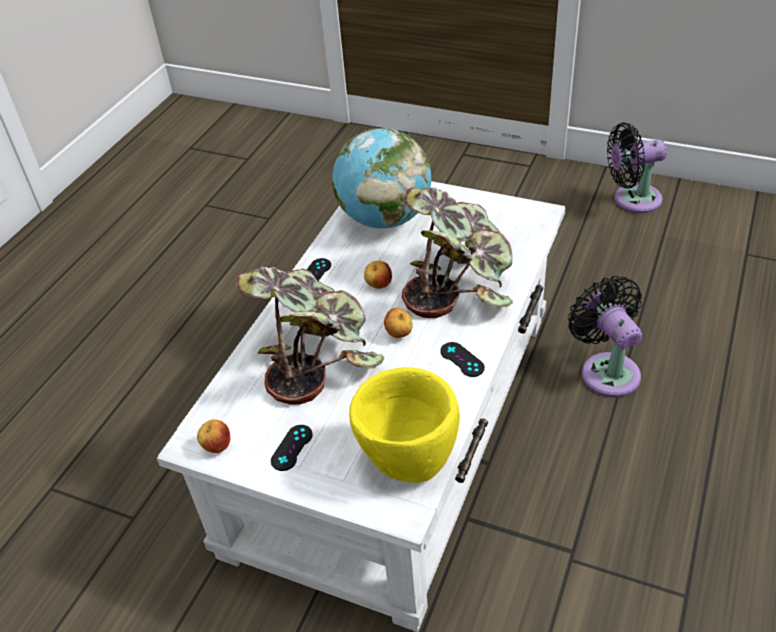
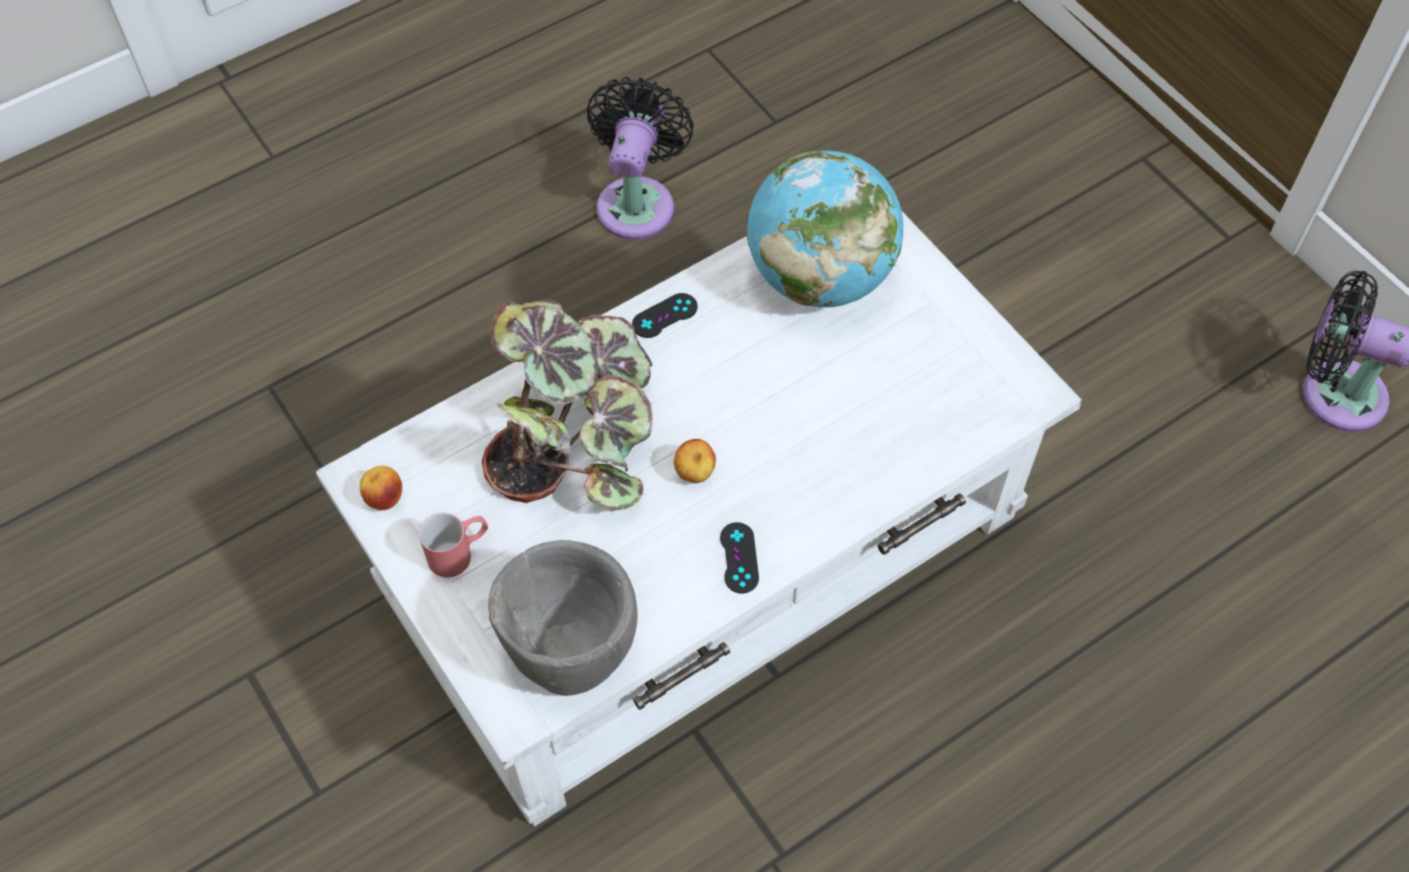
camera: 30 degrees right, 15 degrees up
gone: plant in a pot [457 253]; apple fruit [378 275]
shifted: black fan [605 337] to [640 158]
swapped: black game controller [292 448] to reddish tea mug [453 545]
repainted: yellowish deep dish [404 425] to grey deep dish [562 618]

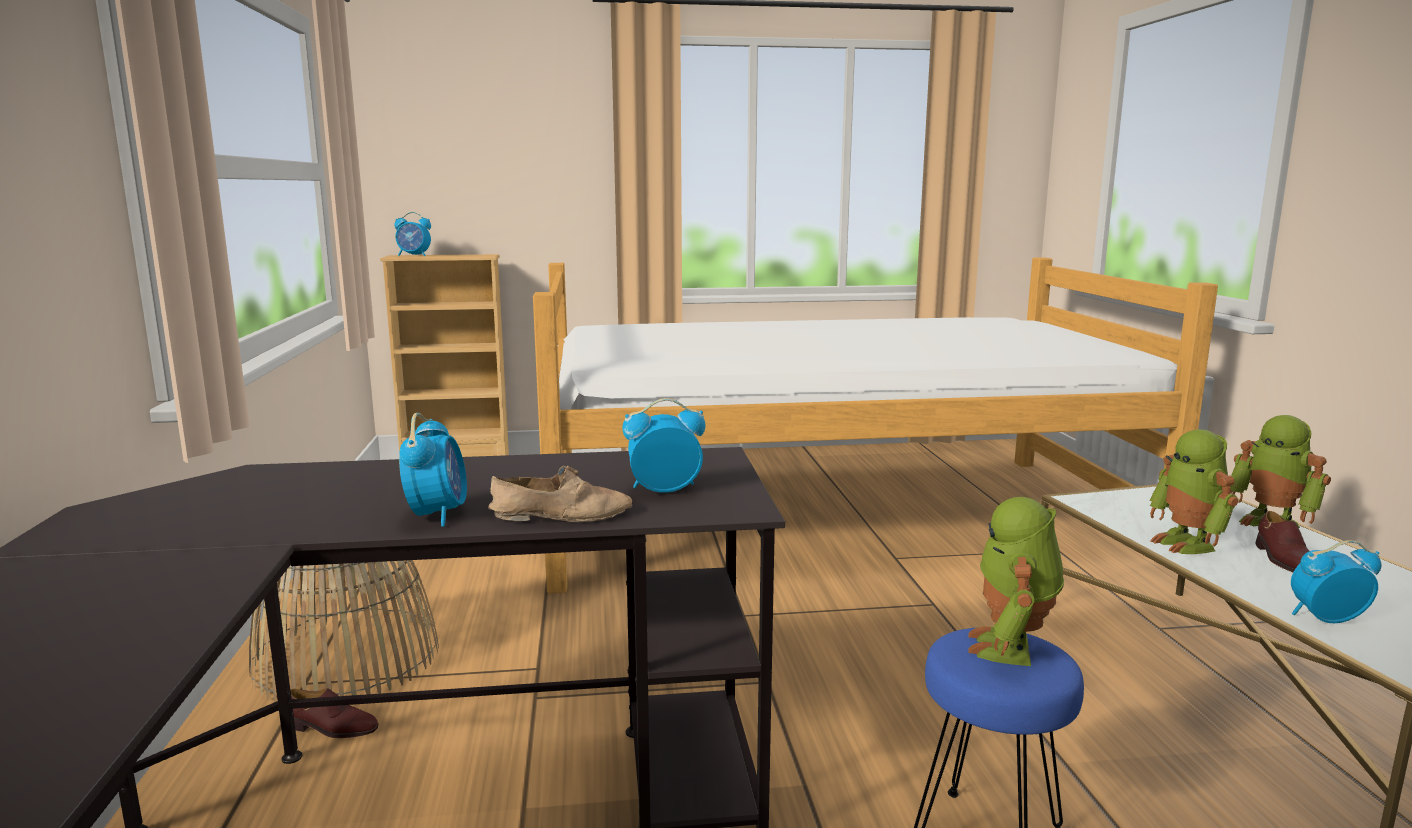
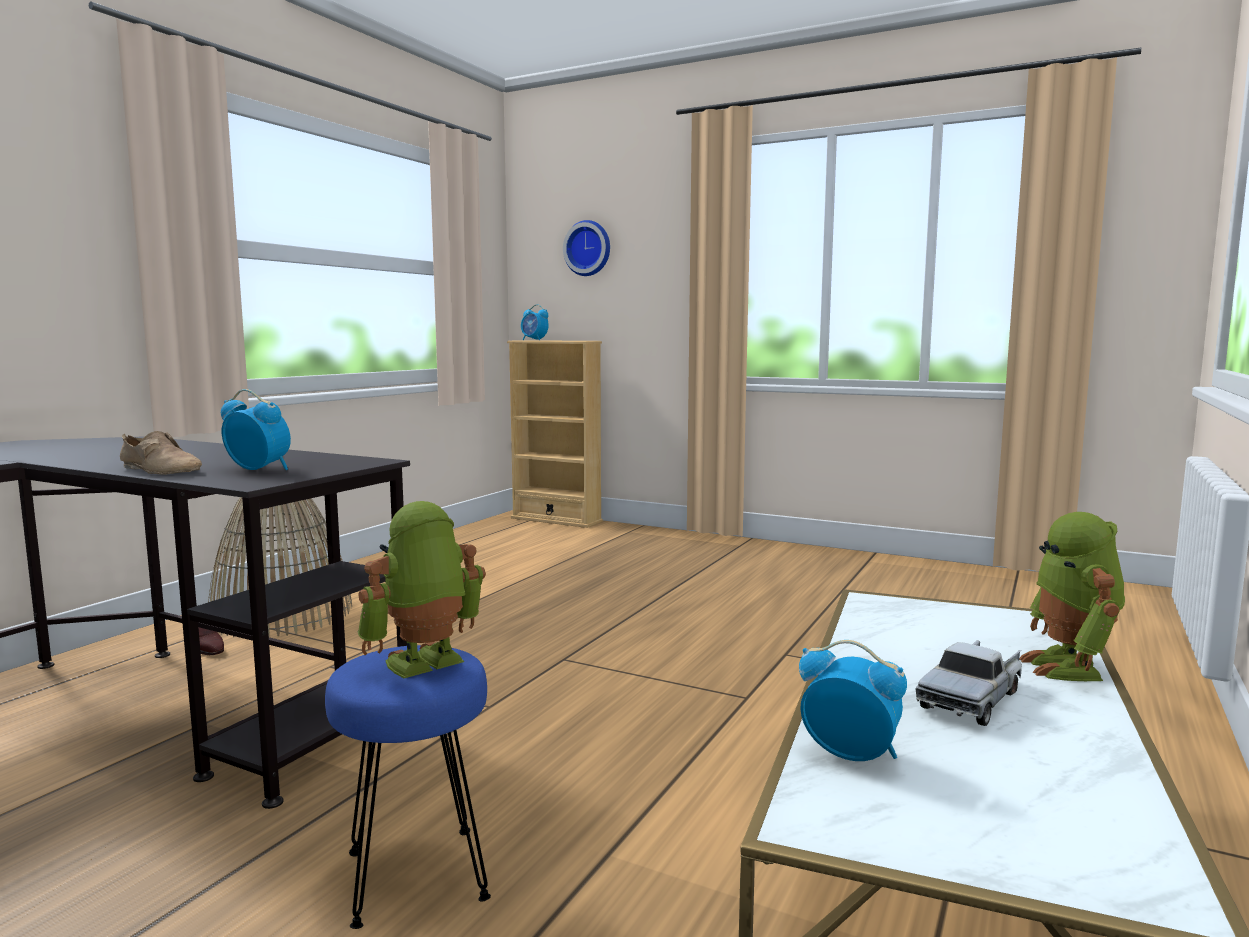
camera: 35 degrees right, 5 degrees down
gone: bedroom bed [875 426]; table clock [433 470]; toy robot [1193 491]
new: hanging clock [586 248]
swapped: brownish item of footwear [1282 541] to toy lorry [968 683]

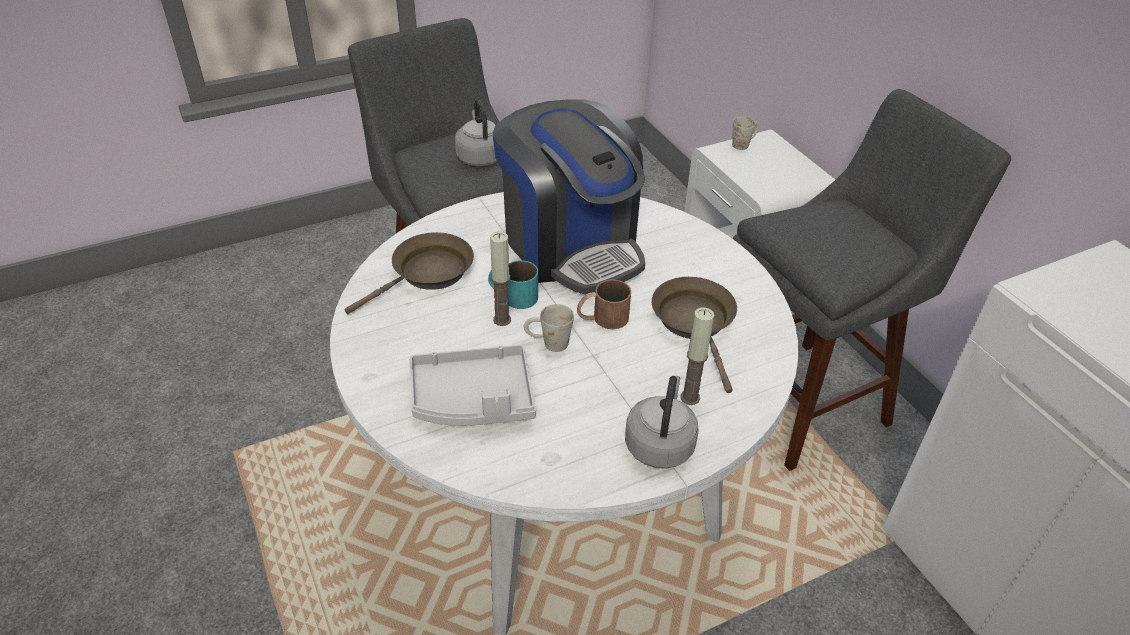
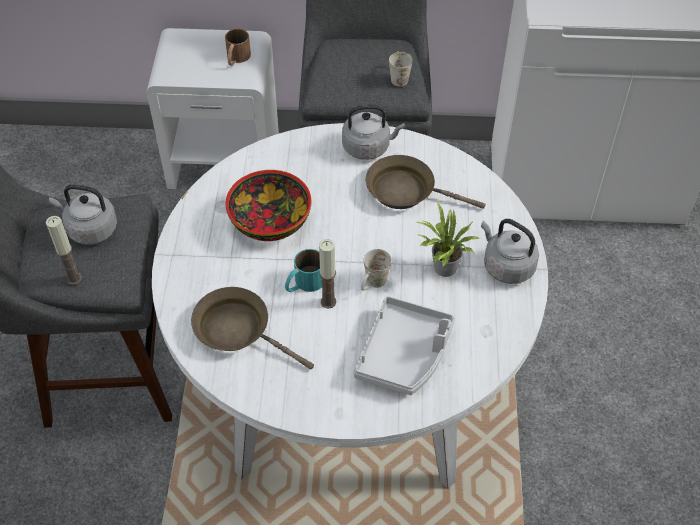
camera: 60 degrees left, 10 degrees up
new: grey kettle [373 132]; plant in a pot [448 238]
shifted: white-coloured tea mug [745 133] to [401 69]; brownish tea mug [604 304] to [238 47]; candle [697 356] to [64 250]
swapped: coffee machine [569 196] to deep dish [268 205]
rotated: brownish skillet [409 273] = [252 328] 45 degrees counterclockwise

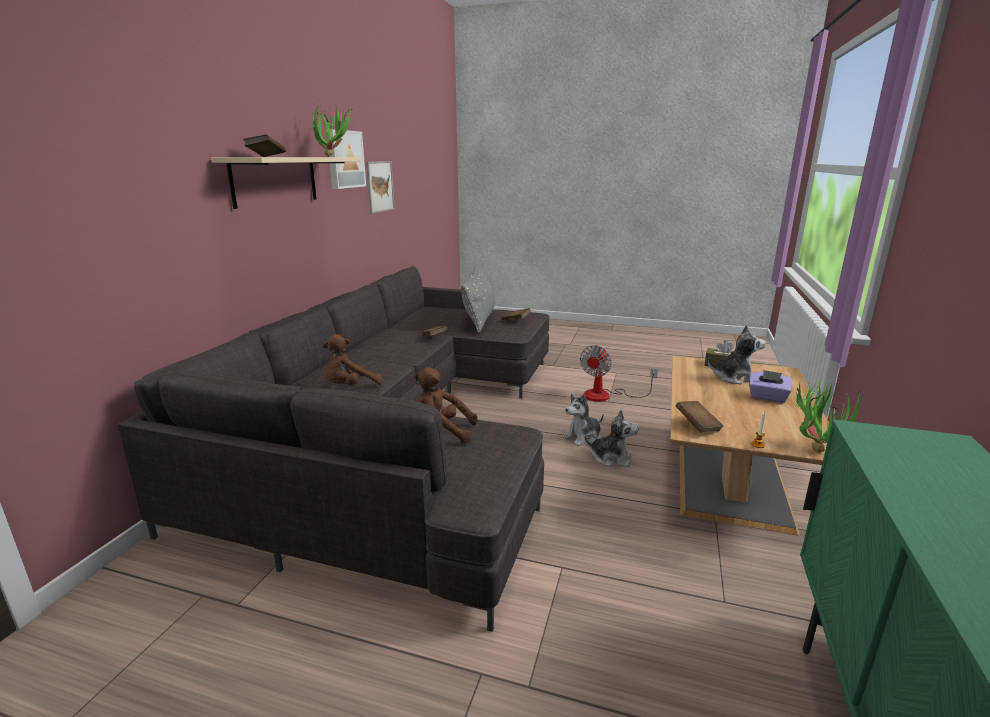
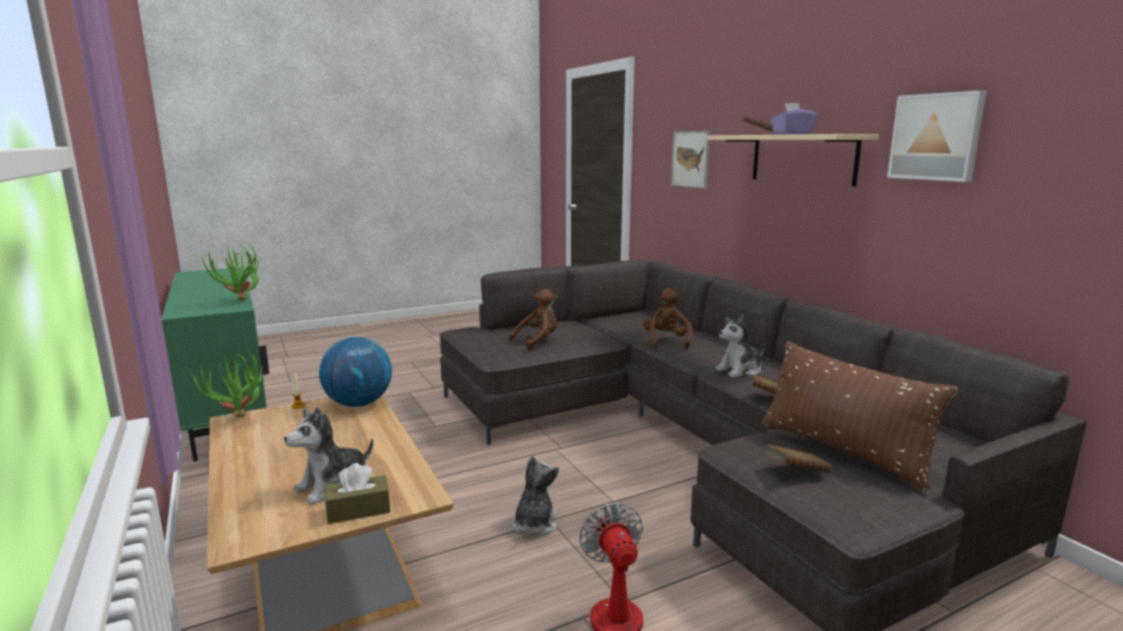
camera: 135 degrees right, 5 degrees down
shifted: plant in a pot [332 131] to [230 271]; wall art [380 187] to [690 160]; purple-coloured box of tissues [770 386] to [793 119]; soft toy [611 438] to [740 346]
swapped: brownish book [699 417] to world globe [355 372]
repainted: grey pillow [477 300] to brownish pillow [860 416]

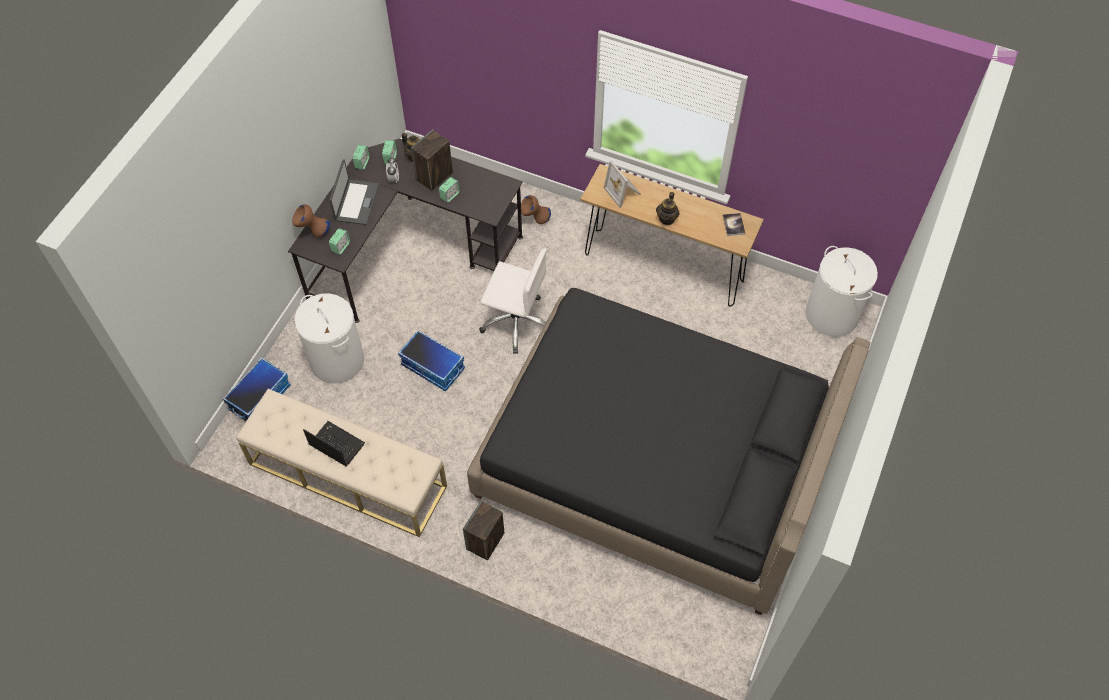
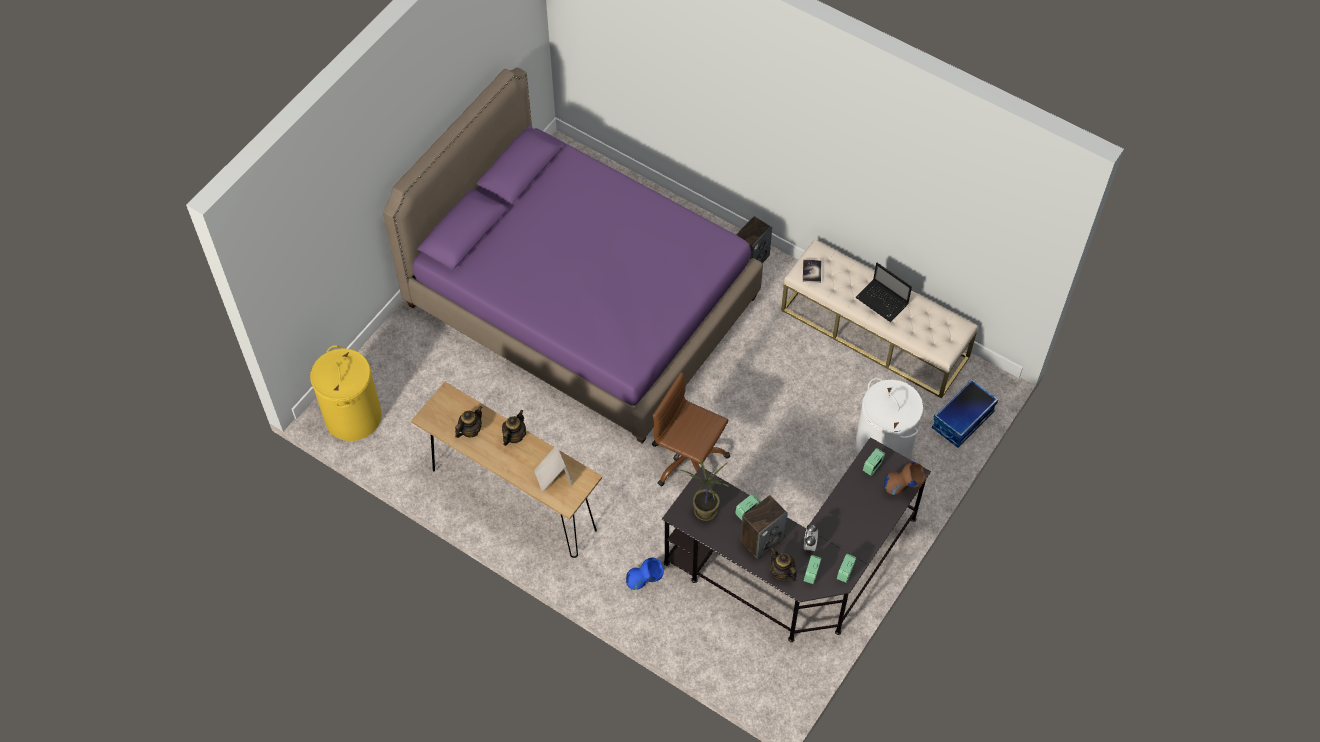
camera: 170 degrees left, 0 degrees up
gone: notebook computer [354 192]; storage bin [431 361]
new: pot for tea [469 422]; plant in a pot [705 490]
shifted: book [734 224] to [812 271]
repainted: brownish flower vase [536 209] to blue flower vase [645 574]; white-coloured hamper [842 291] to yellowish hamper [346 393]; white-coloured desk chair [513 301] to brownish desk chair [691 429]; black bedroom bed [668 451] to purple-coloured bedroom bed [573 255]

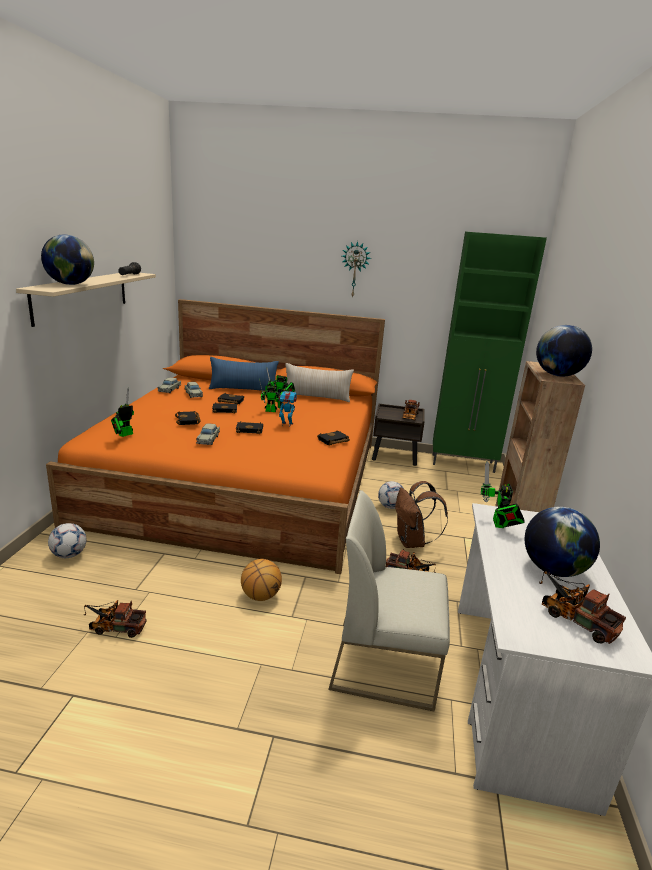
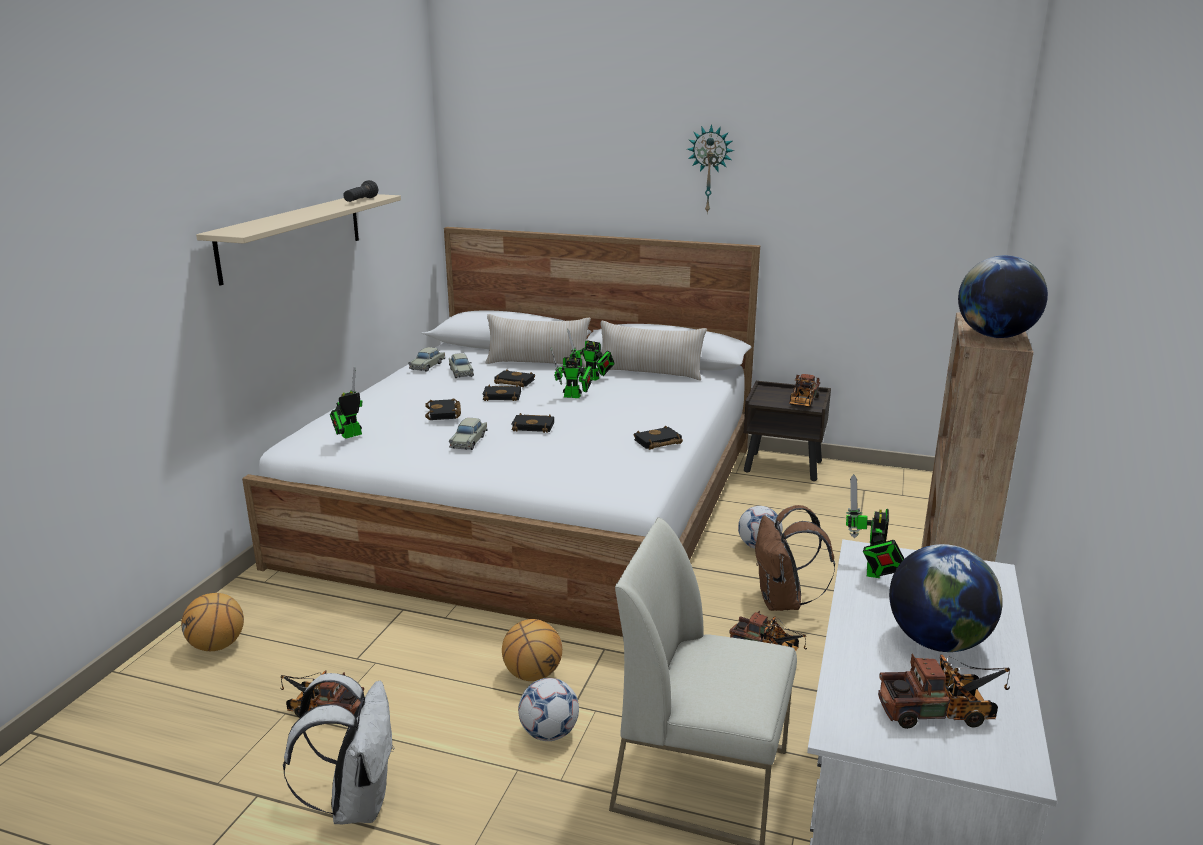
camera: 10 degrees right, 0 degrees up
gone: green cabinet [490 352]; world globe [67 260]; toy robot [288 409]
new: basketball ball [212 622]; white-coloured rucksack [339 748]
shifted: football ball [67 540] to [548 709]
repainted: orangey bedroom bed [215 436] to white-coloured bedroom bed [501 432]; blue pillow [244 374] to sand-coloured pillow [538 341]
rotated: toy lorry [582 607] = [944 691] 120 degrees clockwise

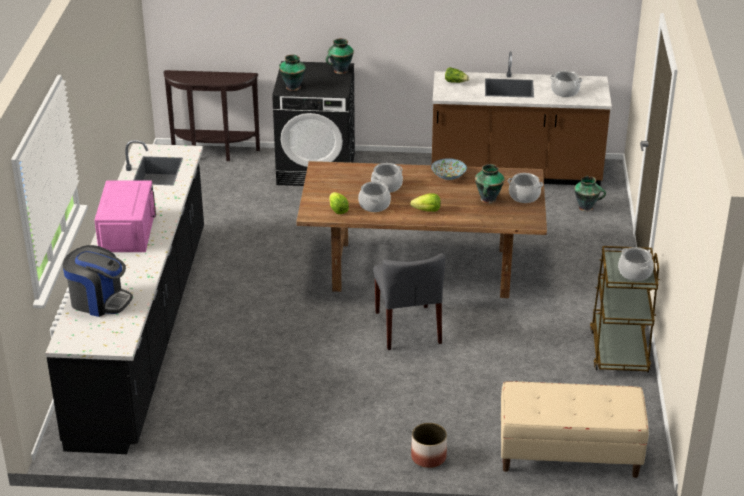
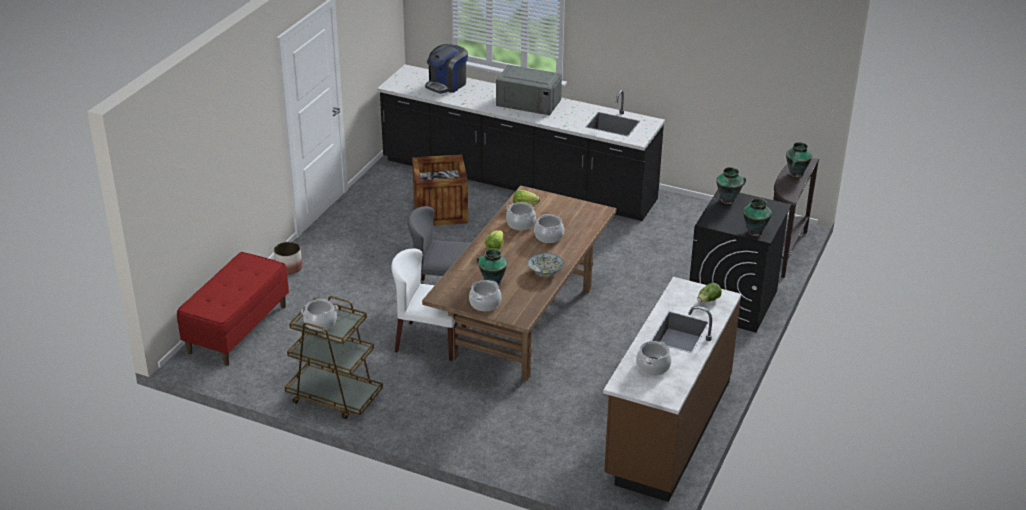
camera: 110 degrees right, 0 degrees up
new: crate [440 190]; white-coloured upright chair [428 304]
shifted: flower vase [590 193] to [799 159]
repainted: pink microwave [125 216] to grey microwave [529 90]; sand-coloured long seat [575 429] to reddish long seat [233 309]

